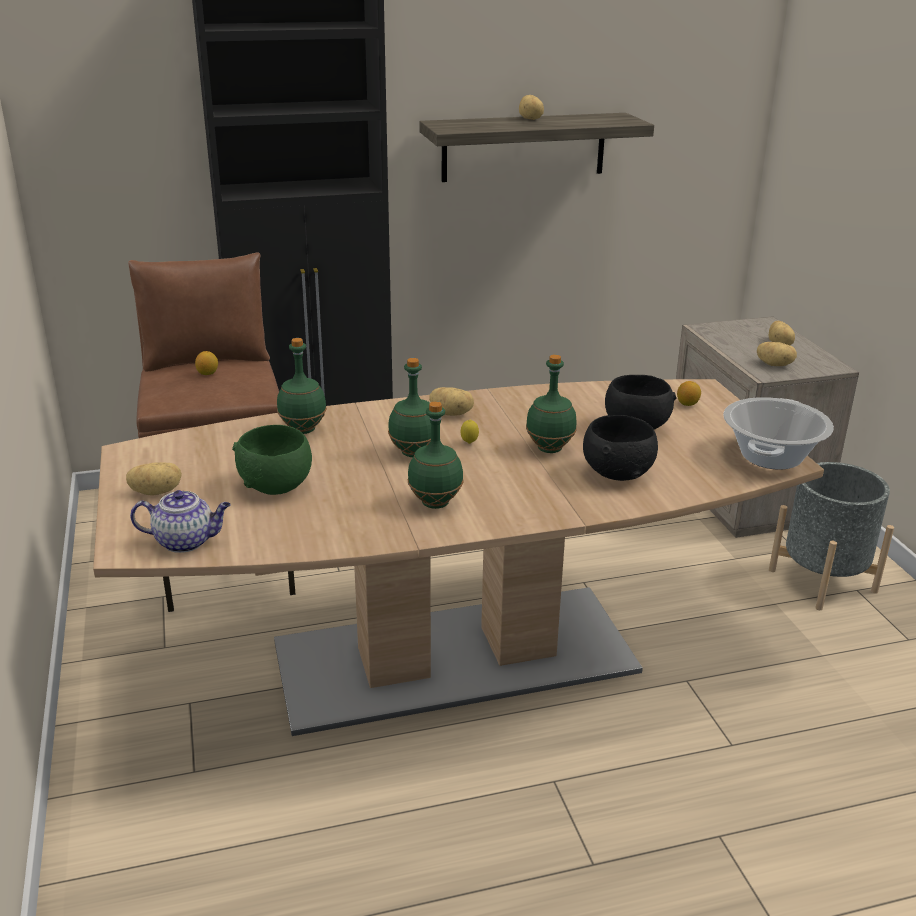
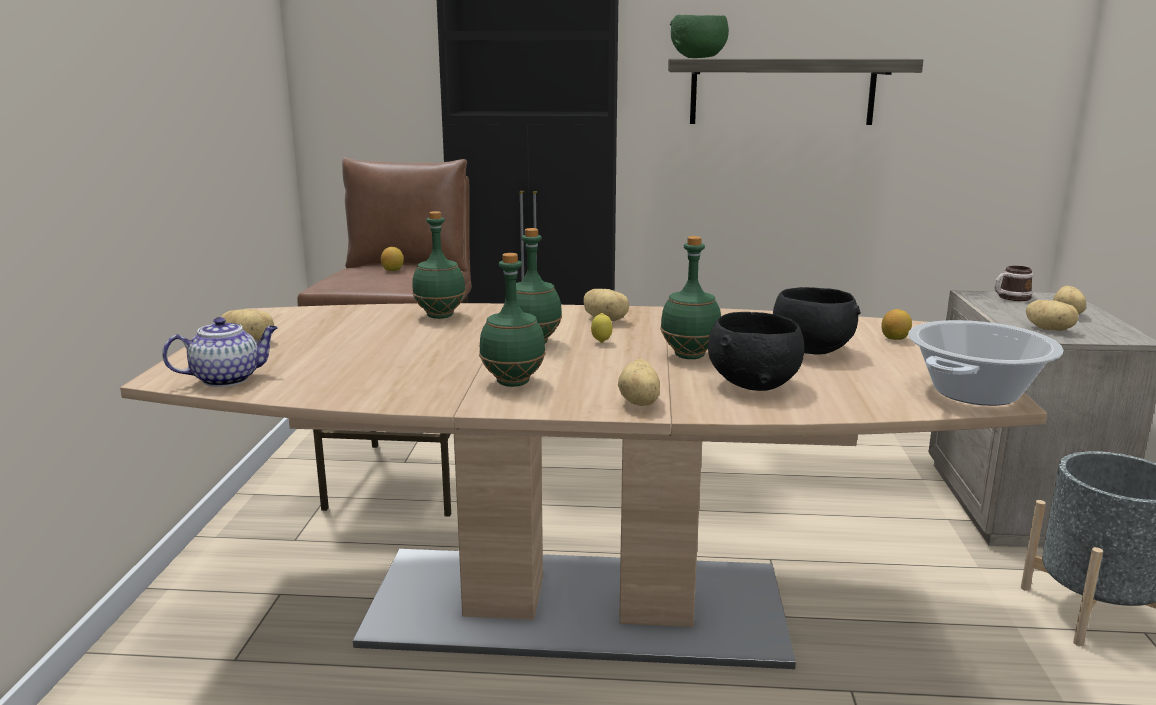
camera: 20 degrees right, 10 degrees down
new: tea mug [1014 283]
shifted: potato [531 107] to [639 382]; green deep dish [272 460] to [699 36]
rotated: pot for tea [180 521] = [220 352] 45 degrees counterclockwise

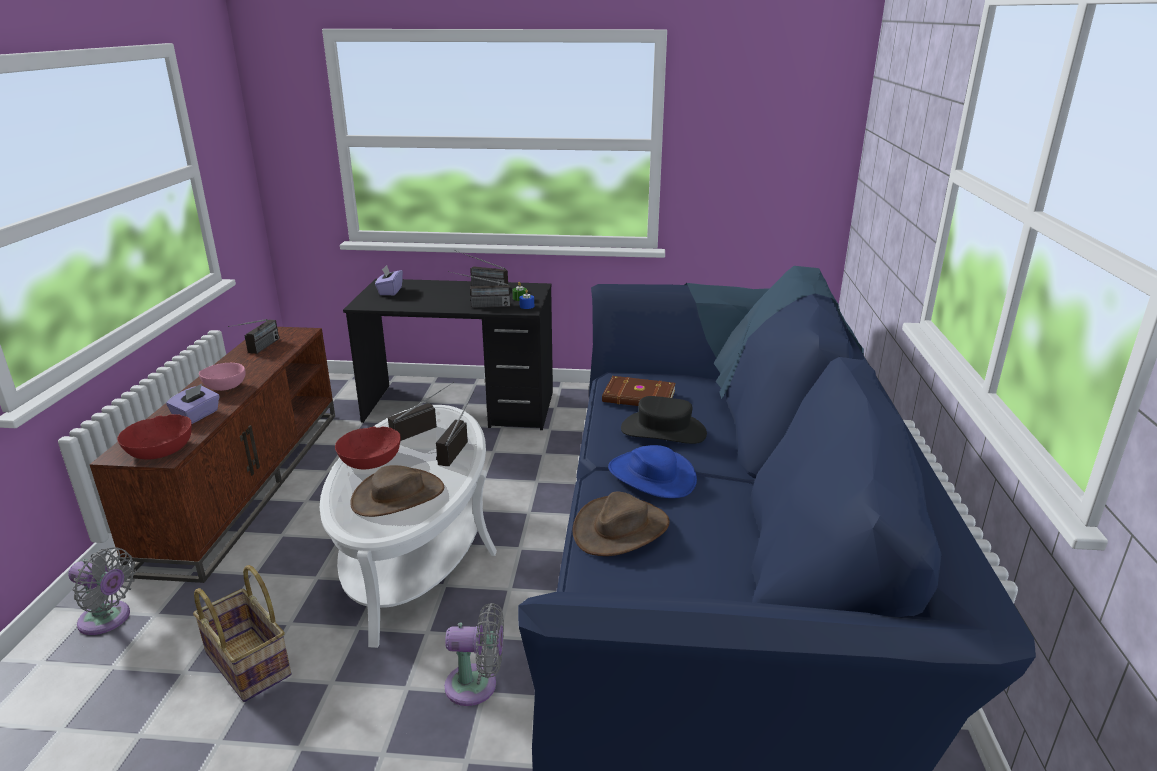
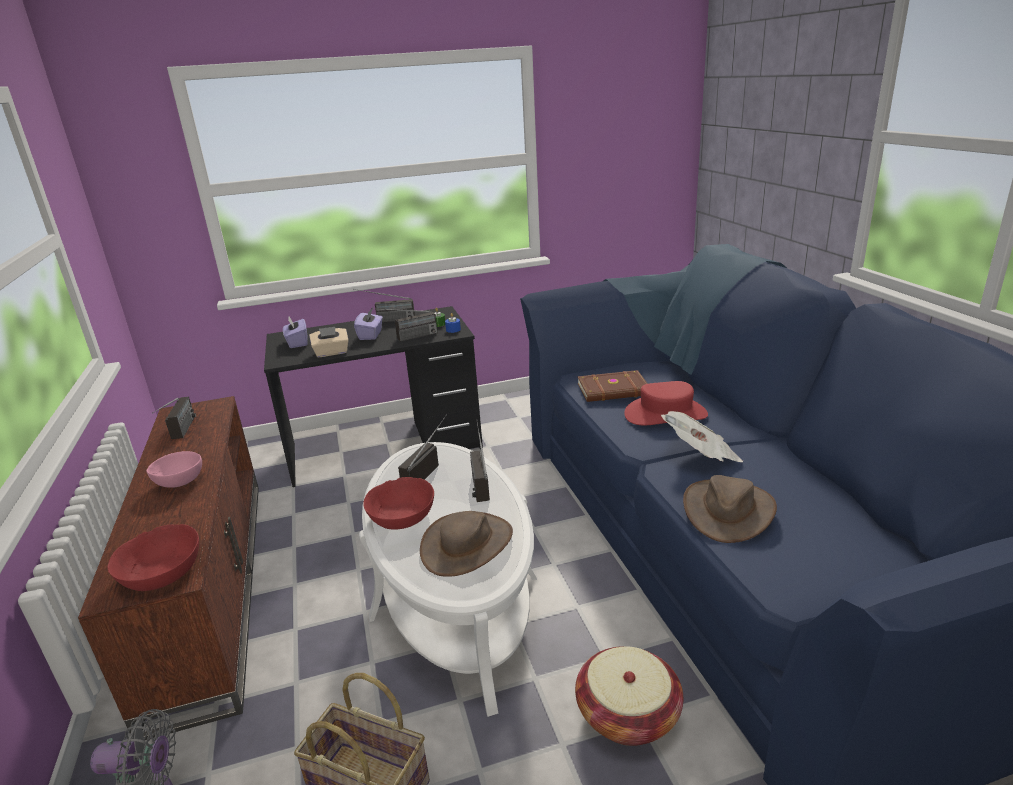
camera: 20 degrees left, 0 degrees up
new: sand-coloured box of tissues [329 342]
shifted: purple-coloured box of tissues [193 404] to [368 324]
swapped: blue wearable hat [652 471] to daily paper [702 436]; grey fan [474 654] to household basket [629 696]
repainted: black wearable hat [664 420] to reddish wearable hat [666 403]

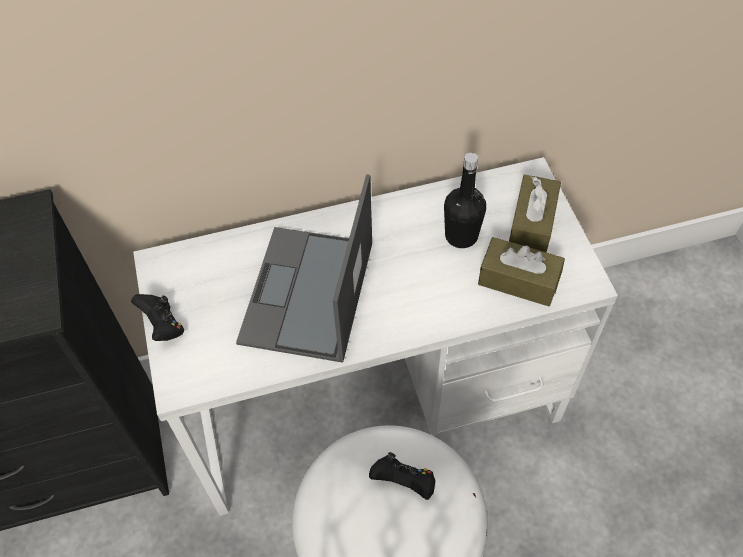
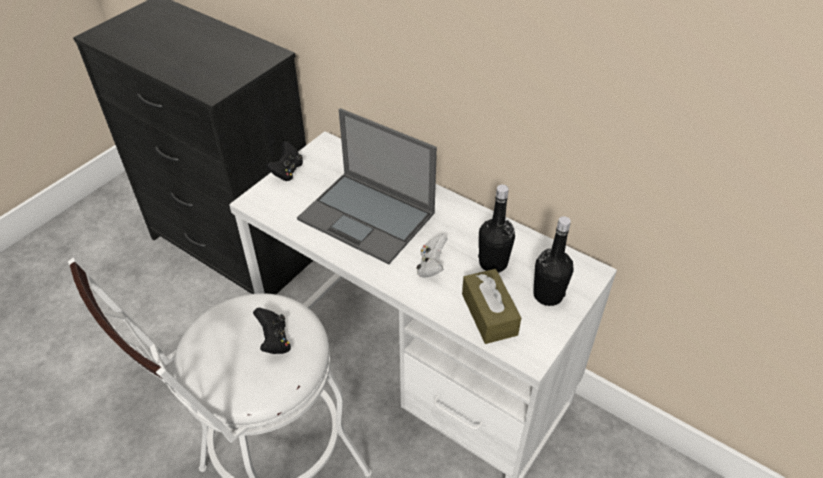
camera: 50 degrees right, 10 degrees down
new: white-coloured game controller [432 256]
swapped: brownish box of tissues [535 213] to black bottle [553 261]
rotated: notebook computer [304 268] = [367 186] 120 degrees counterclockwise

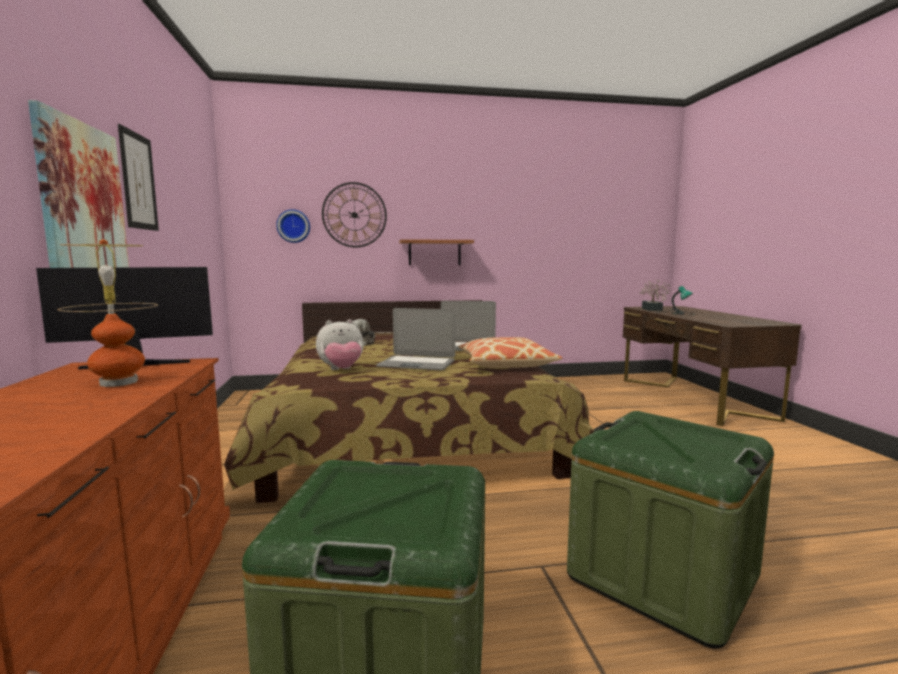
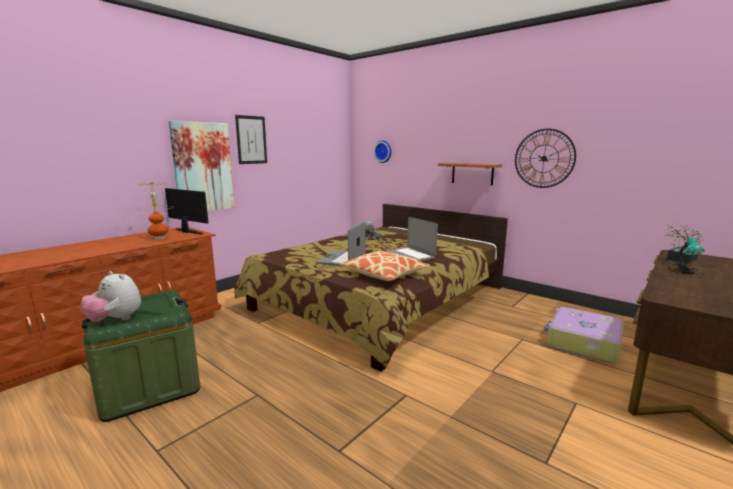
camera: 50 degrees right, 5 degrees up
gone: green storage bin [670 530]
new: travel case [584 335]
shifted: hanging clock [354 215] to [545 158]; soft toy [340 344] to [111 296]
rotated: notebook computer [415 339] = [340 243] 45 degrees clockwise

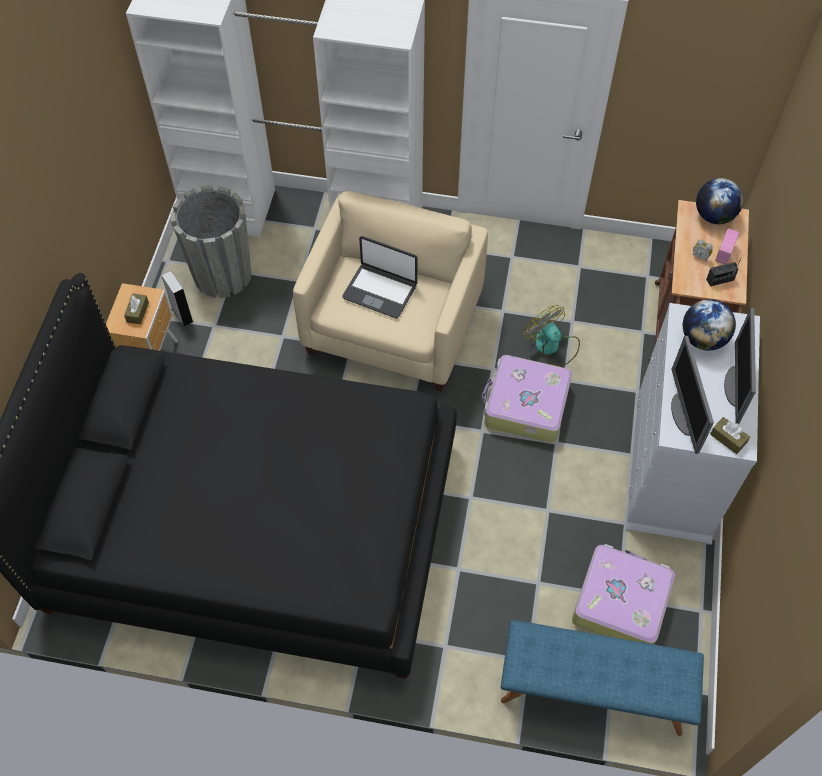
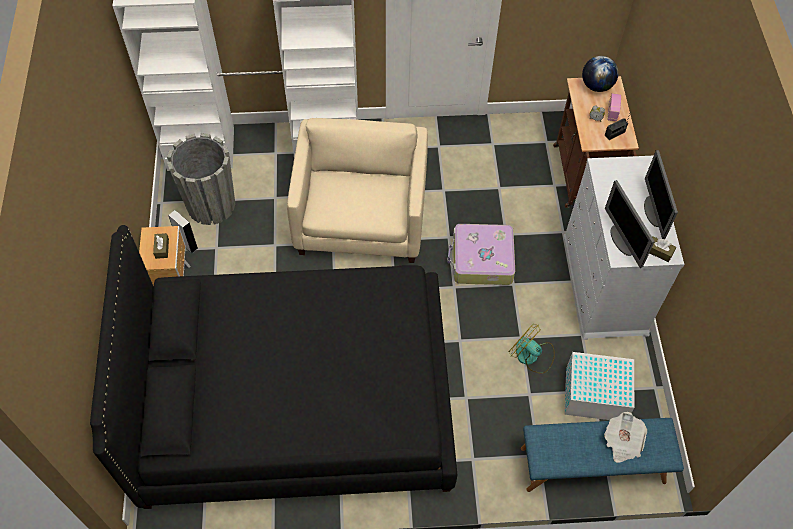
camera: 15 degrees left, 0 degrees up
gone: notebook computer [379 277]; world globe [709 325]
new: daily paper [625 437]
shifted: fan [552 336] to [532 348]
swapped: travel case [623 594] to white-coloured storage bin [599 386]

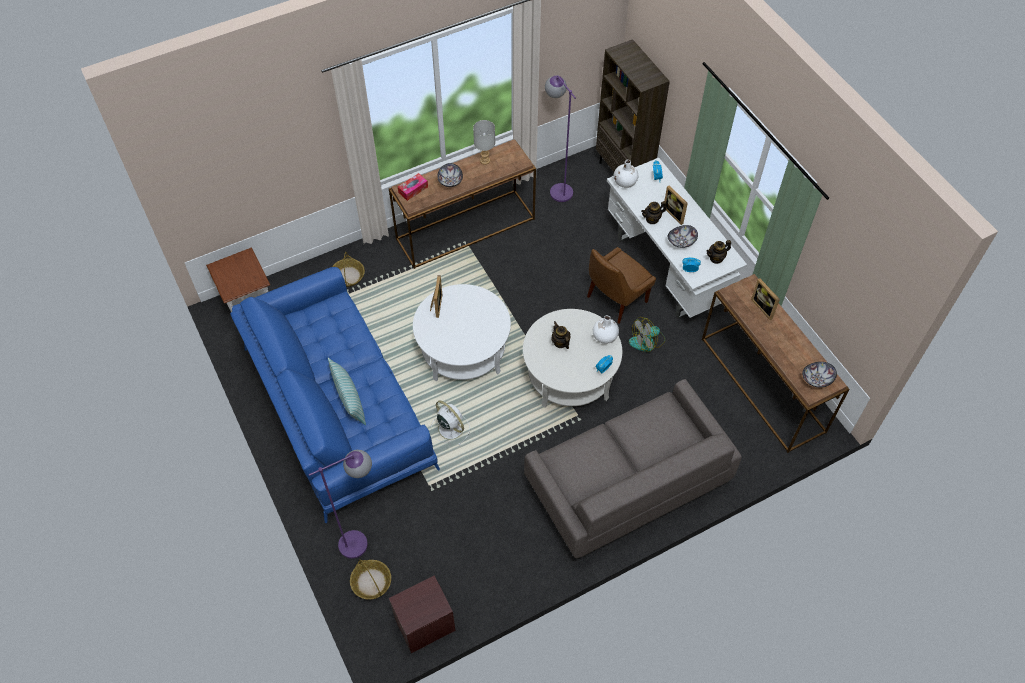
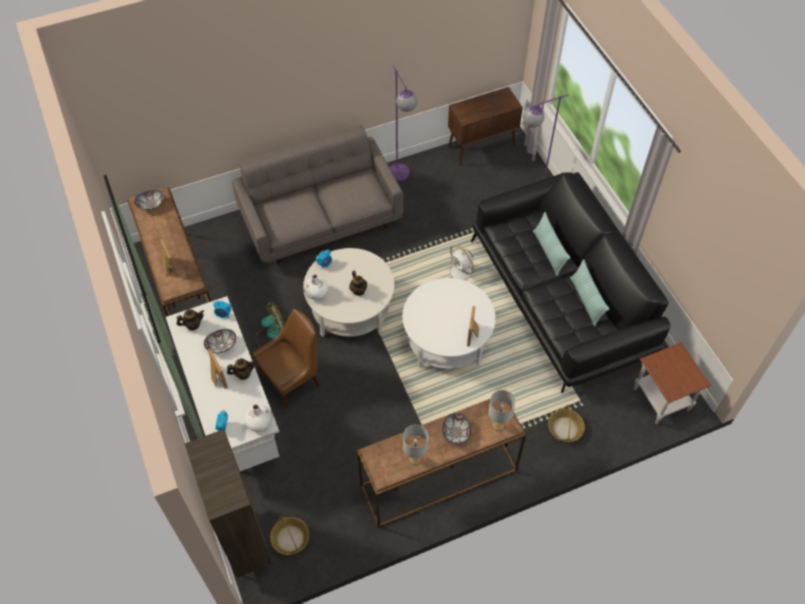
camera: 175 degrees left, 0 degrees up
new: pillow [589 293]
shifted: purple-coloured floor lamp [560 138] to [403 123]; household basket [370 579] to [289 535]
swapped: box of tissues [413 187] to grey table lamp [502 410]; brownish nightstand [422 614] to brownish cabinet [485 125]
repainted: blue settee [335 395] to black settee [571 282]

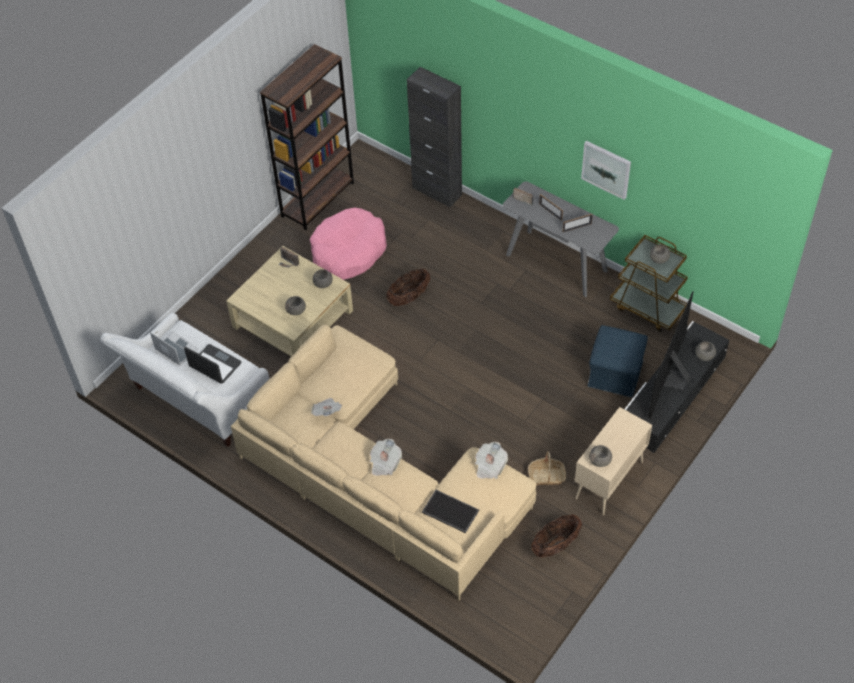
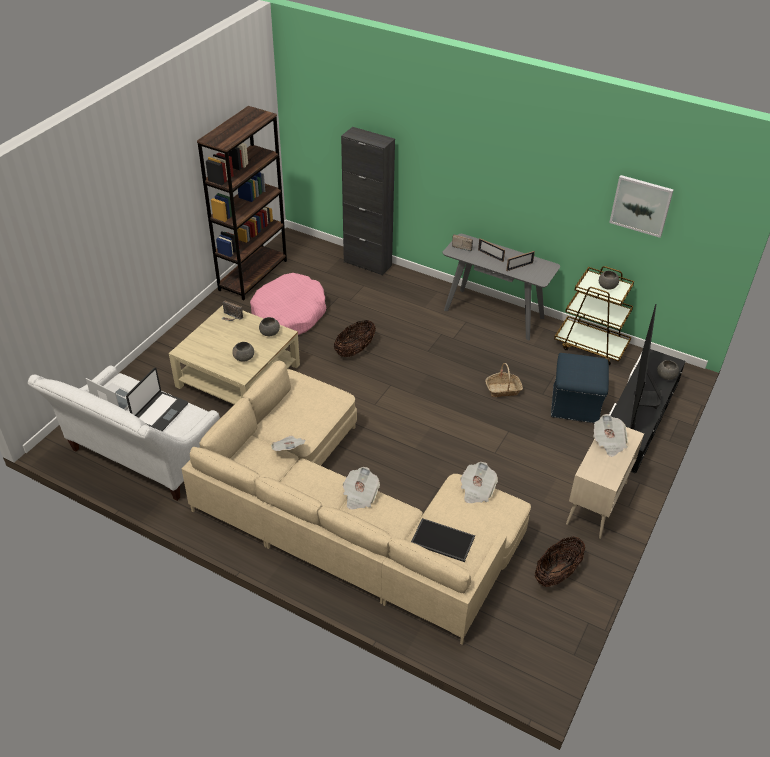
camera: 10 degrees left, 10 degrees down
gone: grey deep dish [600 456]
new: daily paper [610 435]
shifted: wall art [606 170] to [641 206]; household basket [547 468] to [504 380]
rotated: notebook computer [212 364] = [157 399] 90 degrees clockwise

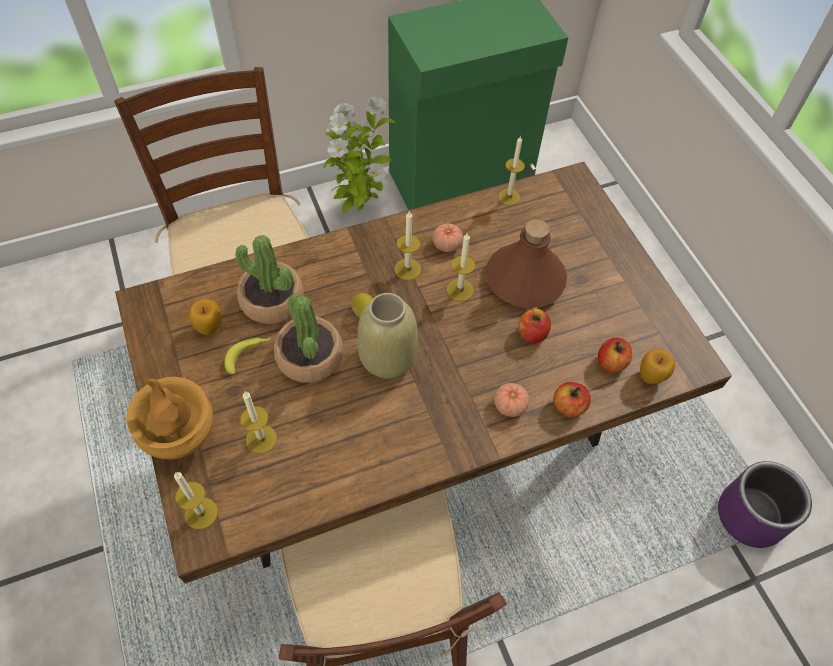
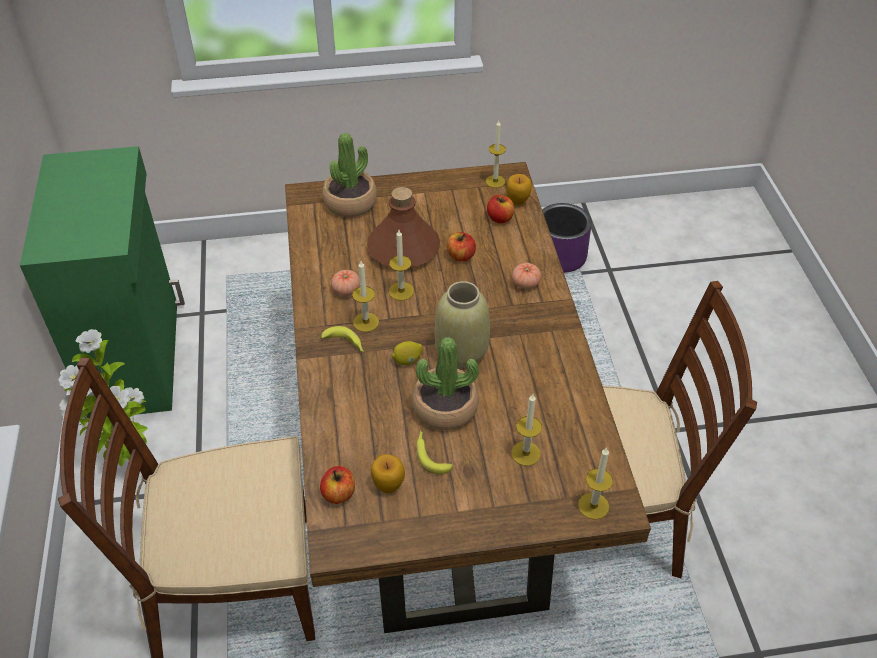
camera: 75 degrees left, 10 degrees down
gone: brownish flower vase [170 418]
new: banana [342 339]
shifted: candle [511 170] to [496 154]; plant in a pot [269 279] to [349 175]; apple fruit [572 399] to [337 485]

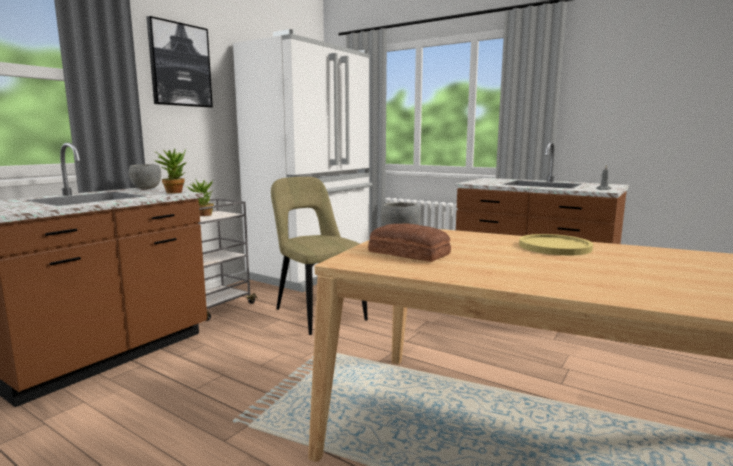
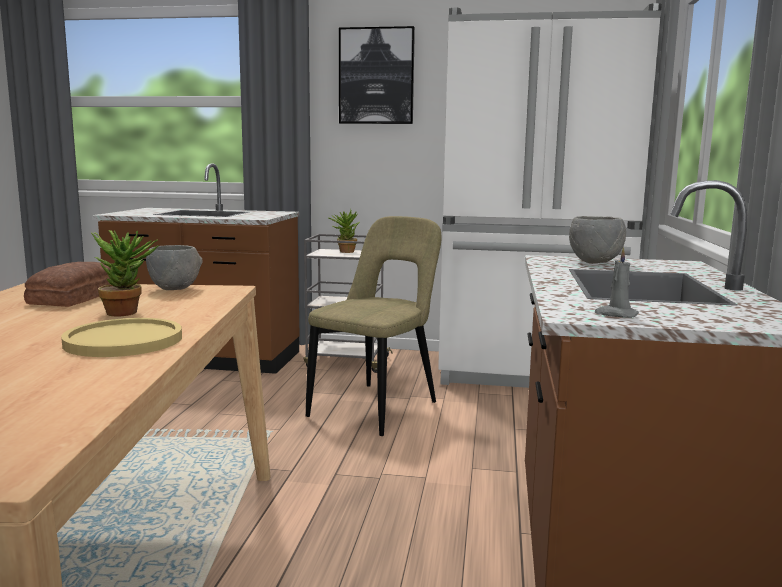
camera: 65 degrees right, 0 degrees up
shifted: plant in a pot [170 171] to [125 273]; grey deep dish [145 177] to [597 239]

